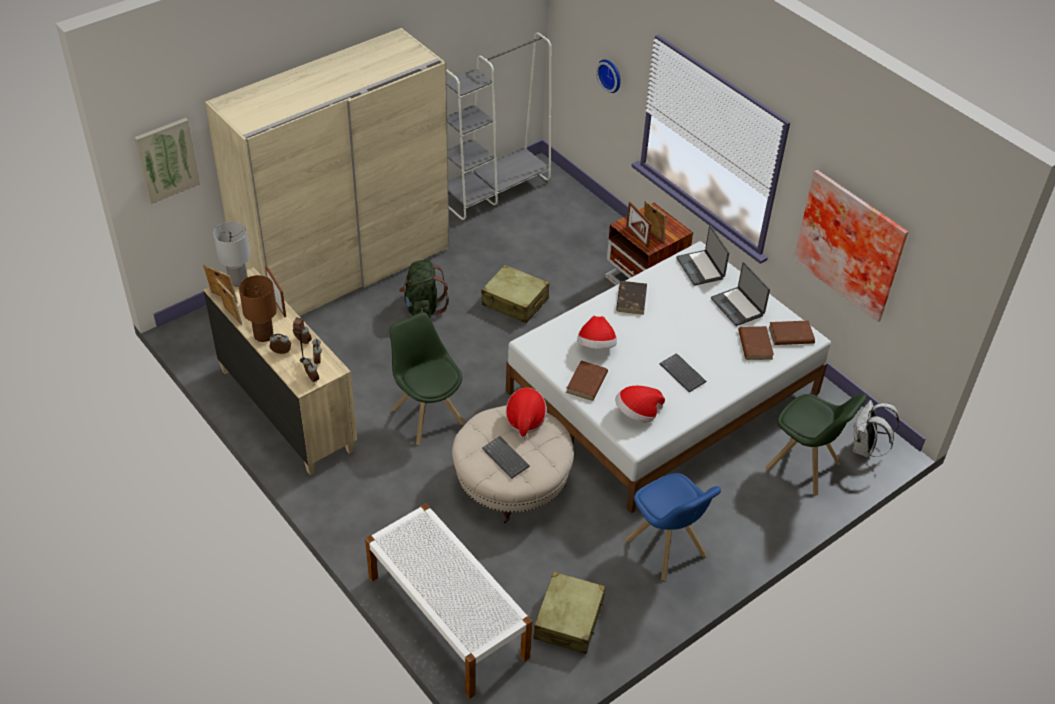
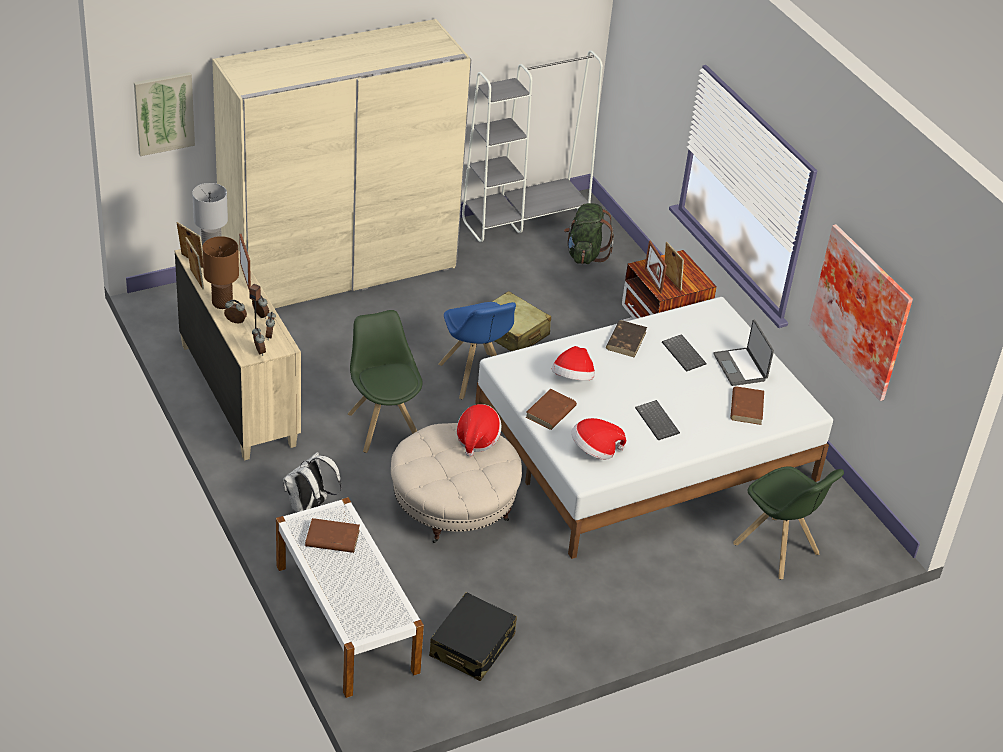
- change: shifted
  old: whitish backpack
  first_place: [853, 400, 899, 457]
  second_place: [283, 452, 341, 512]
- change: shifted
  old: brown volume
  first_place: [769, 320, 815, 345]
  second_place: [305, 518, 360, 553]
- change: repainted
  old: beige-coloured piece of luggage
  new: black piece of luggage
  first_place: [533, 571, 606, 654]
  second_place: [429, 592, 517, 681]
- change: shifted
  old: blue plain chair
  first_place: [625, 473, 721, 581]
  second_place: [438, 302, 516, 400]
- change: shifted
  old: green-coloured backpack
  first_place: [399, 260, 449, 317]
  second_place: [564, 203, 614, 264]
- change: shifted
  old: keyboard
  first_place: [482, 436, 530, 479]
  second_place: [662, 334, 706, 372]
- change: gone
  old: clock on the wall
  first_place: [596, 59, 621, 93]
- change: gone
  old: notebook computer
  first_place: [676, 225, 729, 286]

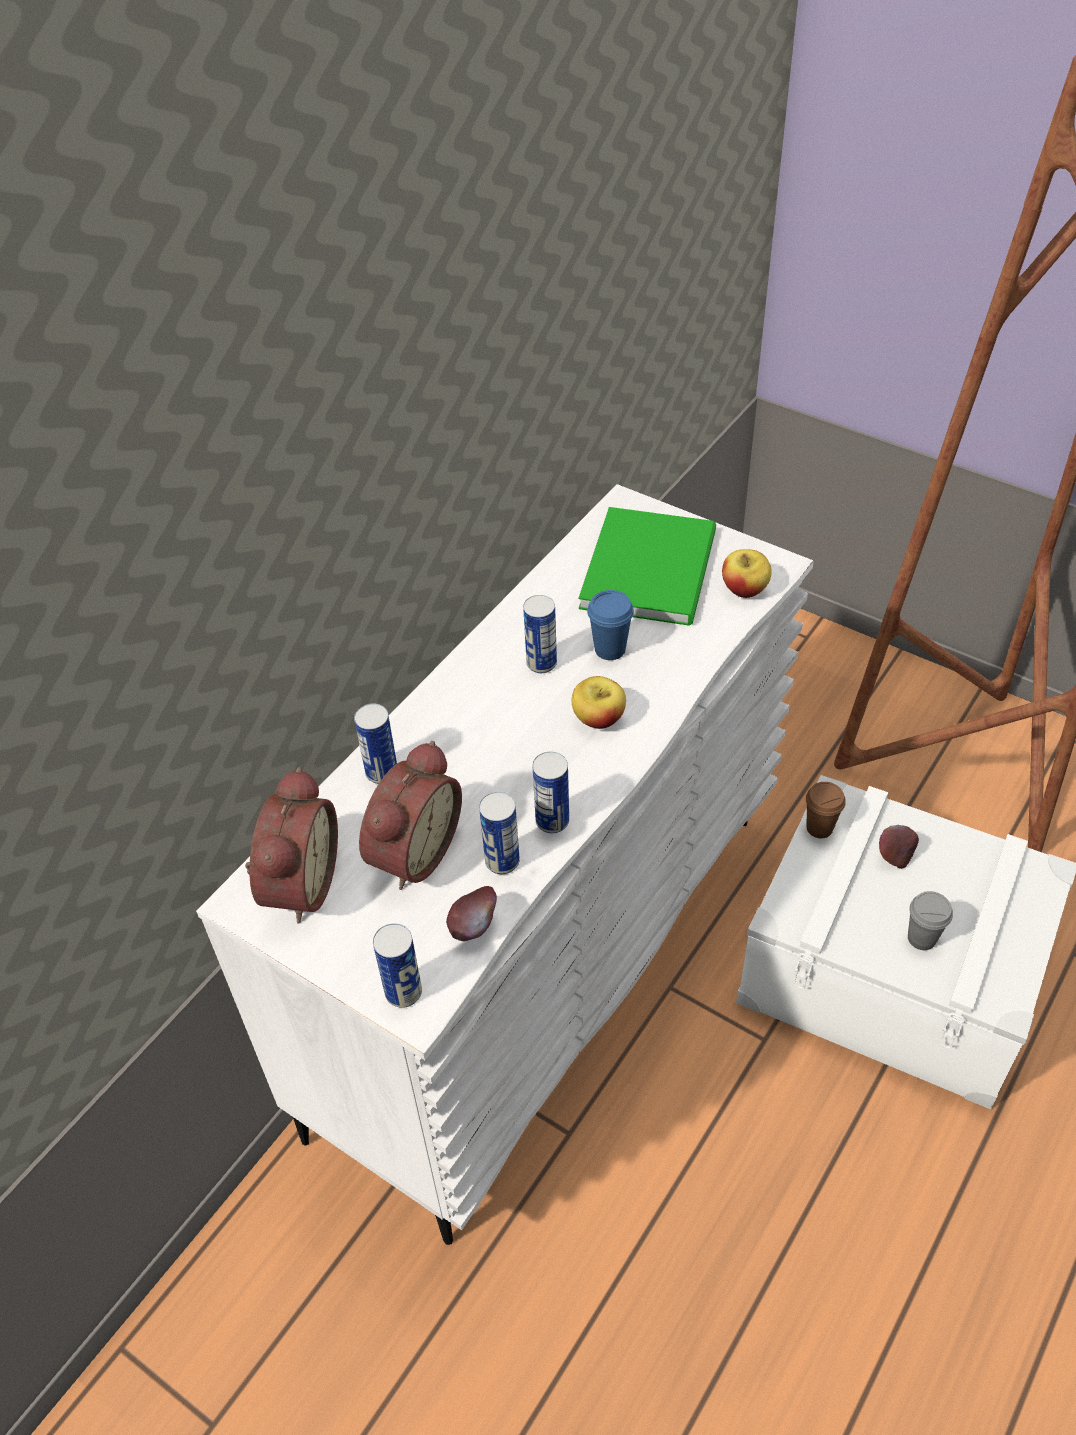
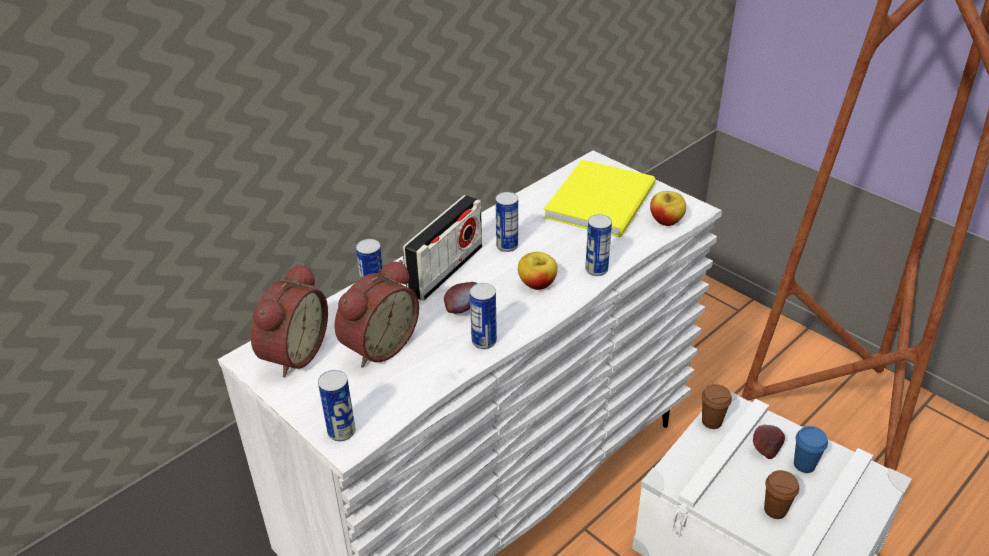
- change: new
  new: radio
  second_place: [403, 195, 482, 301]
- change: shifted
  old: apple
  first_place: [446, 886, 497, 941]
  second_place: [444, 282, 478, 314]
- change: repainted
  old: green-coloured volume
  new: yellow volume
  first_place: [579, 507, 716, 626]
  second_place: [544, 160, 655, 237]
- change: shifted
  old: metal can
  first_place: [479, 792, 520, 874]
  second_place: [585, 214, 612, 276]
- change: repainted
  old: grey cup
  new: brown cup
  first_place: [908, 891, 953, 950]
  second_place: [764, 470, 799, 519]
- change: shifted
  old: blue cup
  first_place: [587, 590, 634, 660]
  second_place: [794, 426, 828, 473]

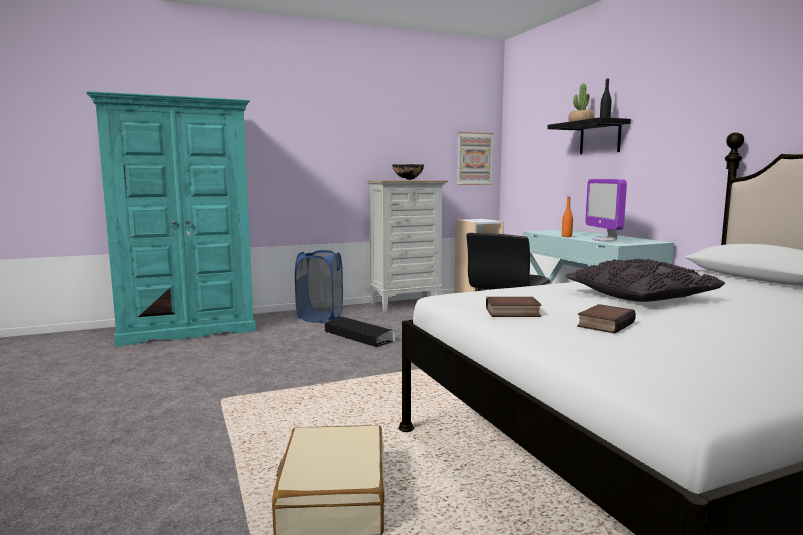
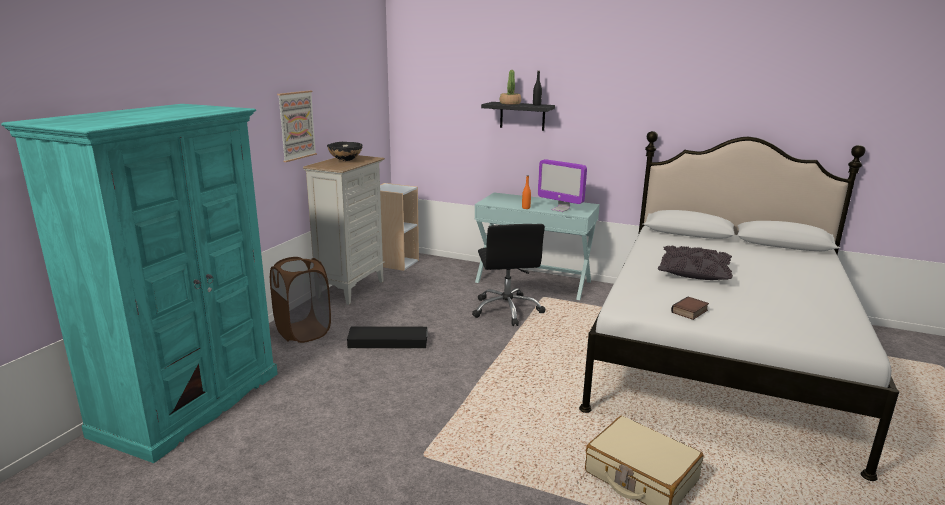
- change: repainted
  old: blue laundry basket
  new: brown laundry basket
  first_place: [295, 250, 343, 322]
  second_place: [270, 257, 331, 343]
- change: shifted
  old: wall art
  first_place: [457, 132, 493, 185]
  second_place: [277, 91, 317, 162]
- change: gone
  old: volume
  first_place: [577, 304, 636, 334]

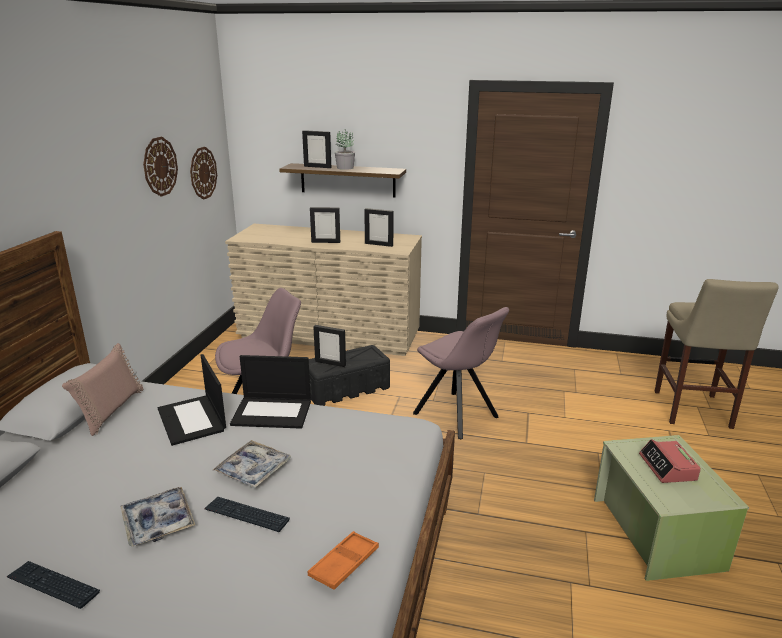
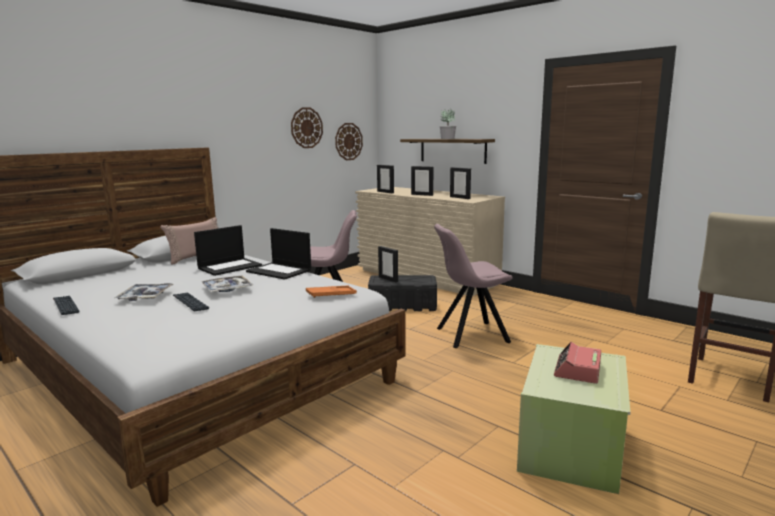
- change: rotated
  old: notebook computer
  first_place: [158, 354, 226, 446]
  second_place: [194, 225, 262, 276]
  degrees: -135
- change: shifted
  old: orange-coloured serving tray
  first_place: [308, 531, 379, 590]
  second_place: [306, 285, 357, 298]
- change: shifted
  old: standing frame
  first_place: [302, 130, 331, 168]
  second_place: [377, 165, 394, 193]
- change: rotated
  old: pink-coloured plain chair
  first_place: [413, 307, 509, 439]
  second_place: [434, 224, 513, 348]
  degrees: 90

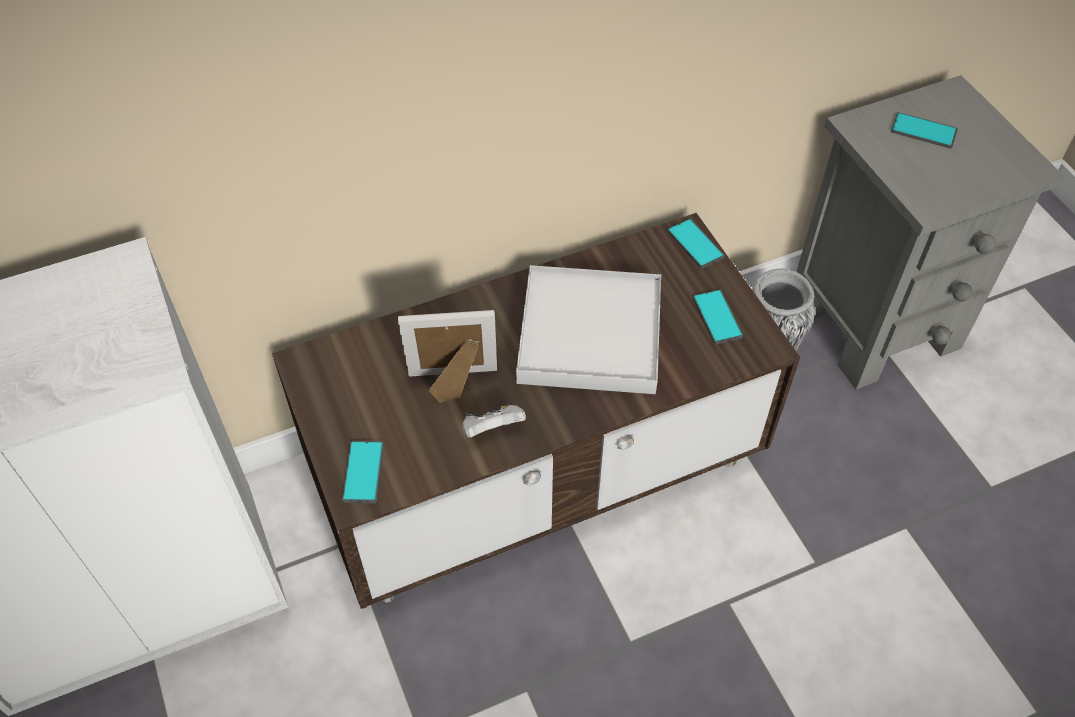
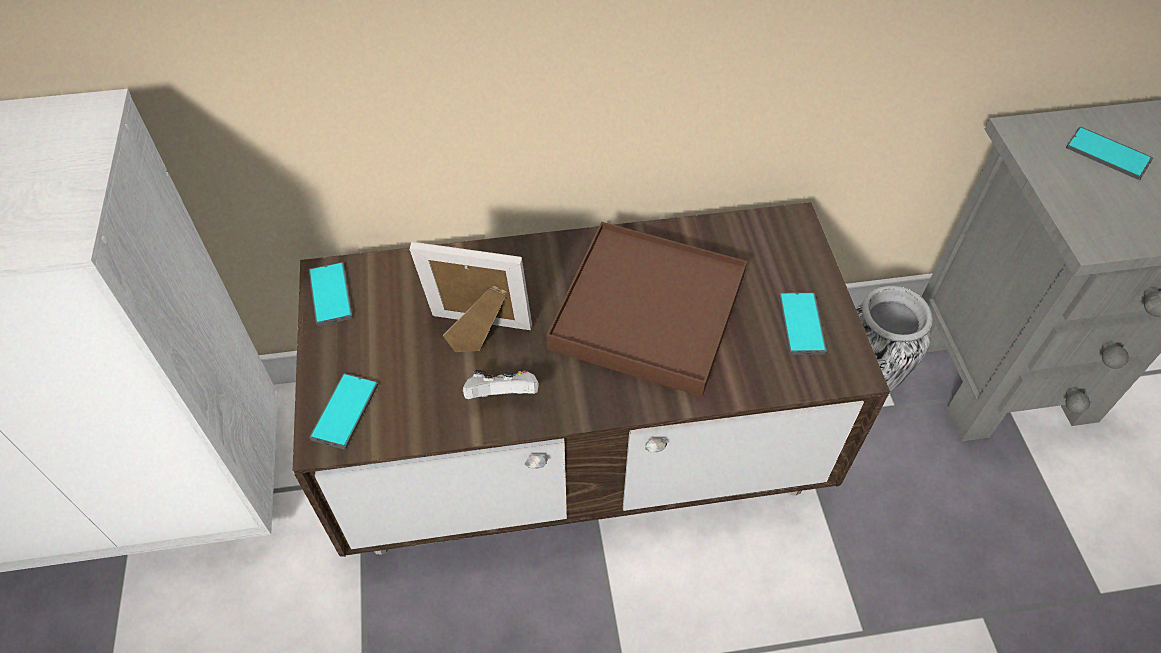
- change: shifted
  old: handset
  first_place: [667, 219, 725, 269]
  second_place: [309, 262, 353, 326]
- change: repainted
  old: whitish serving tray
  new: brown serving tray
  first_place: [516, 265, 661, 394]
  second_place: [547, 222, 747, 397]

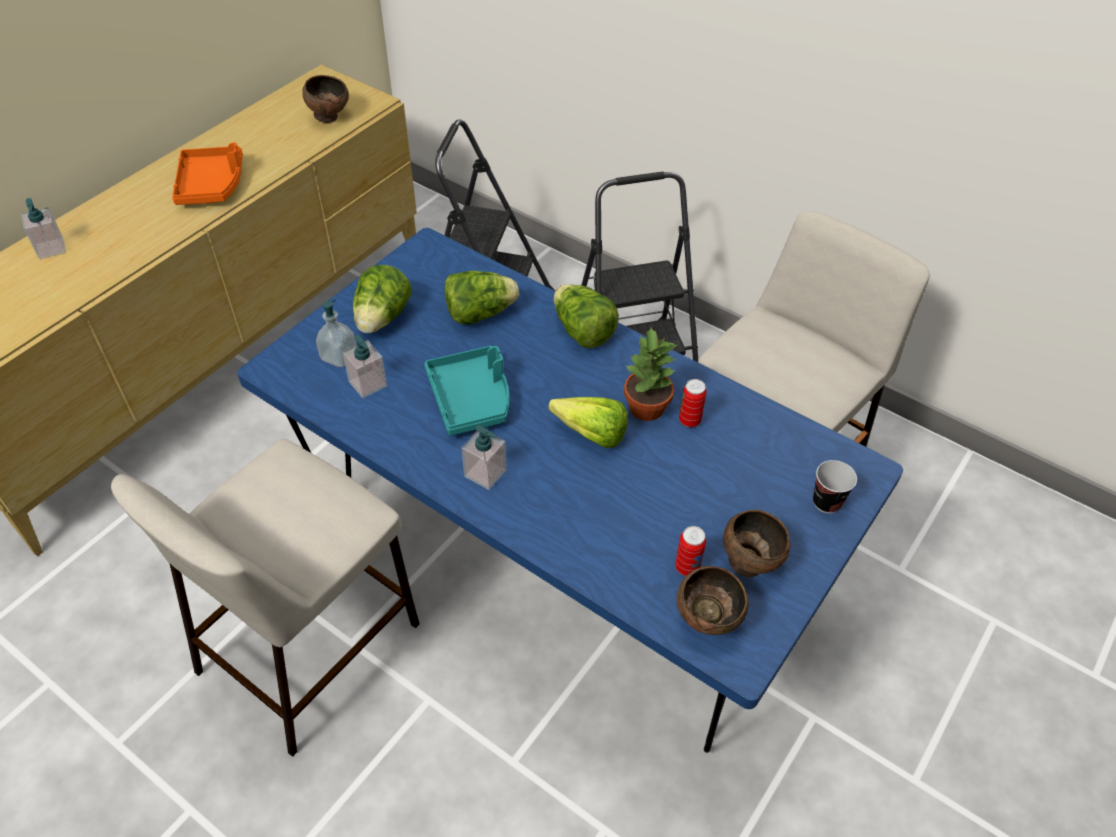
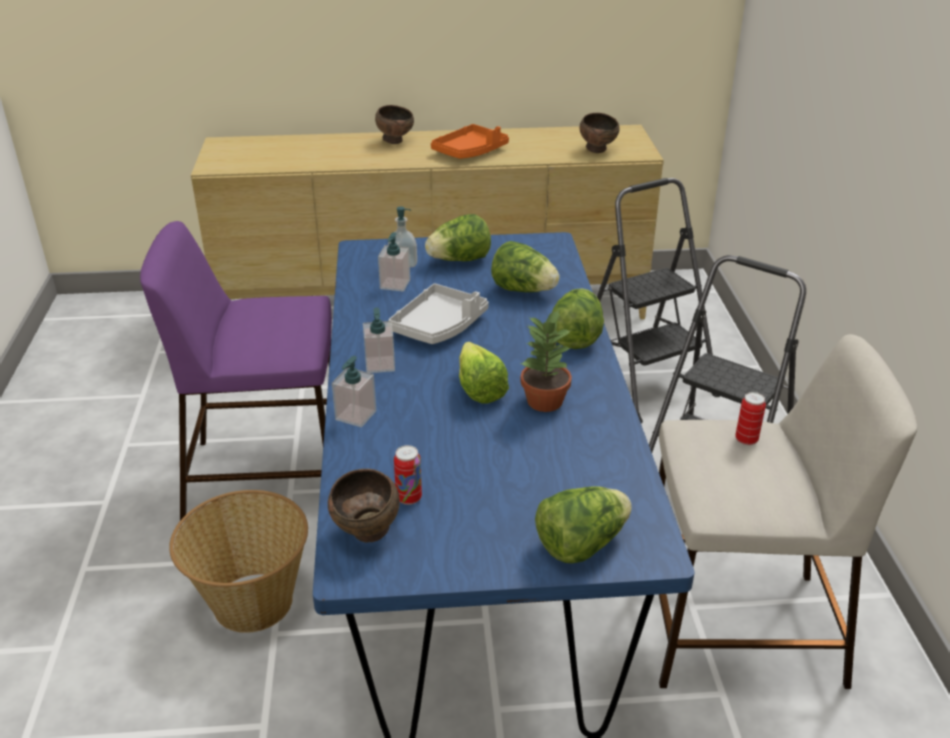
- change: repainted
  old: beige-coloured sitting stool
  new: purple sitting stool
  first_place: [111, 439, 420, 757]
  second_place: [140, 221, 332, 520]
- change: new
  new: basket
  second_place: [169, 490, 308, 633]
- change: shifted
  old: liquid soap bottle
  first_place: [21, 198, 66, 259]
  second_place: [332, 356, 376, 427]
- change: shifted
  old: brown bowl
  first_place: [723, 510, 790, 577]
  second_place: [375, 105, 414, 144]
- change: repainted
  old: turquoise-coloured serving tray
  new: grey serving tray
  first_place: [424, 346, 509, 436]
  second_place: [389, 284, 489, 344]
- change: swapped
  old: cup
  new: lettuce
  first_place: [813, 460, 857, 513]
  second_place: [535, 486, 632, 563]
- change: shifted
  old: metal can
  first_place: [679, 379, 707, 427]
  second_place: [735, 392, 766, 445]

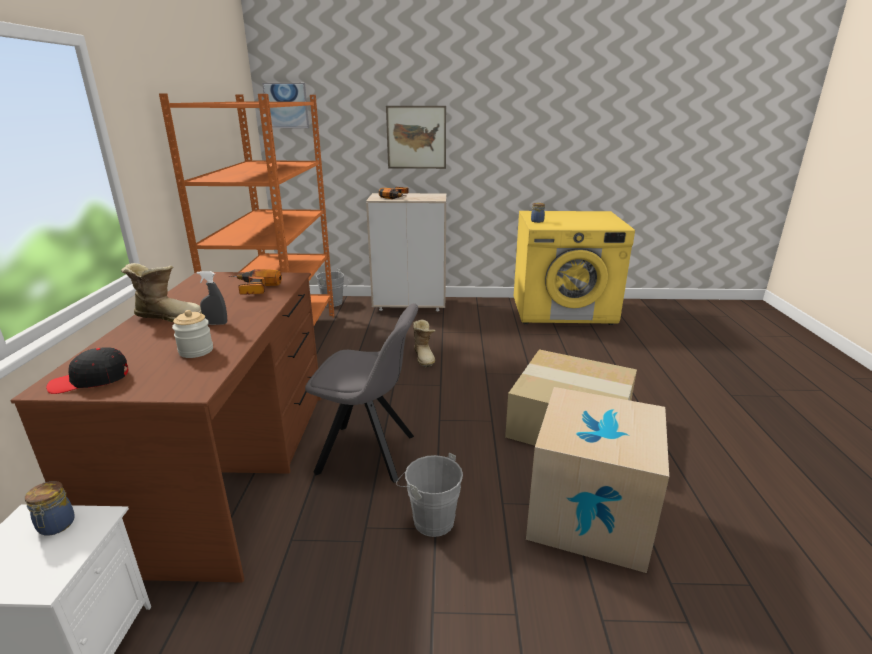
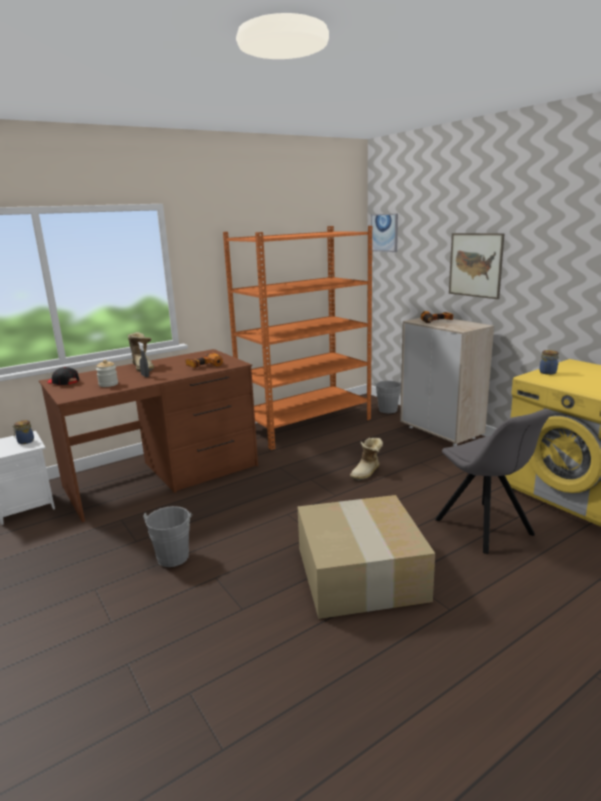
- change: shifted
  old: grey plain chair
  first_place: [305, 303, 418, 483]
  second_place: [435, 409, 551, 554]
- change: gone
  old: cardboard box
  first_place: [526, 387, 669, 573]

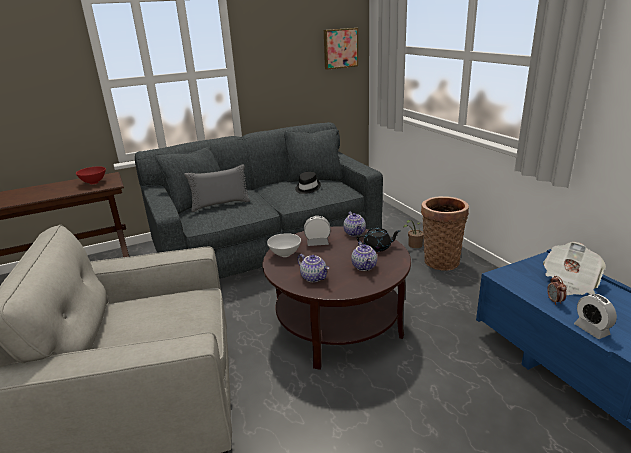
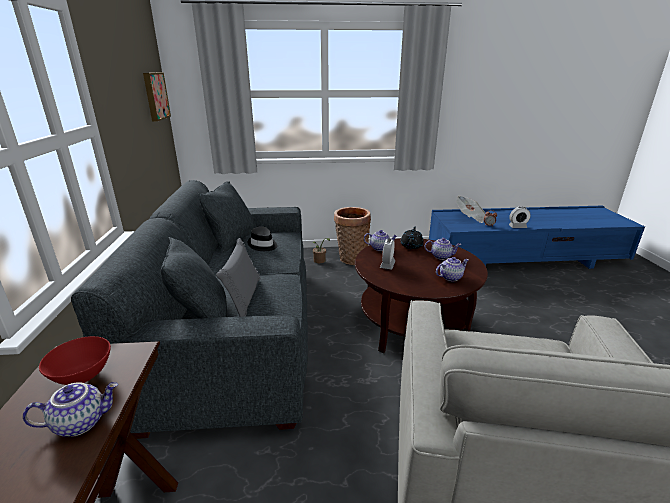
- change: new
  new: pot for tea
  second_place: [23, 382, 118, 437]
- change: gone
  old: whitish bowl
  first_place: [267, 233, 301, 257]

